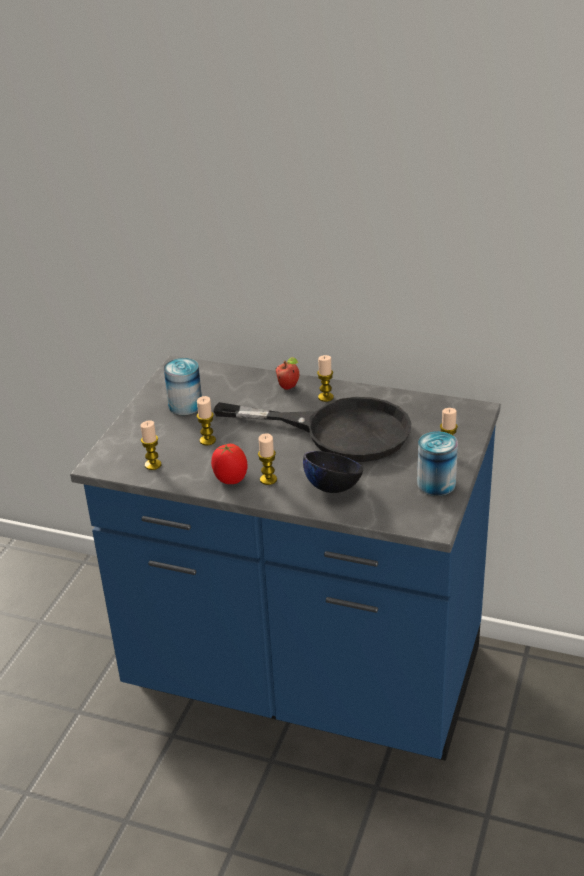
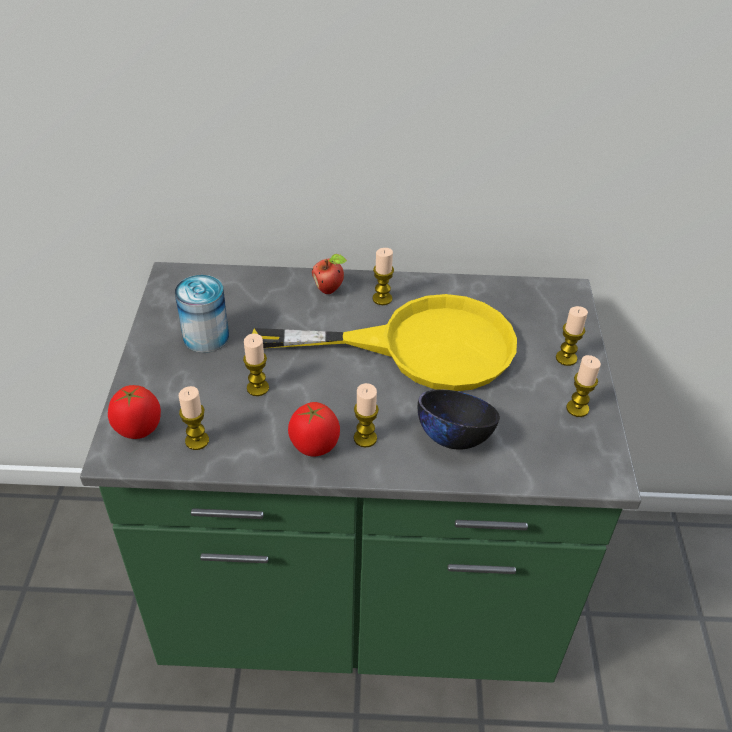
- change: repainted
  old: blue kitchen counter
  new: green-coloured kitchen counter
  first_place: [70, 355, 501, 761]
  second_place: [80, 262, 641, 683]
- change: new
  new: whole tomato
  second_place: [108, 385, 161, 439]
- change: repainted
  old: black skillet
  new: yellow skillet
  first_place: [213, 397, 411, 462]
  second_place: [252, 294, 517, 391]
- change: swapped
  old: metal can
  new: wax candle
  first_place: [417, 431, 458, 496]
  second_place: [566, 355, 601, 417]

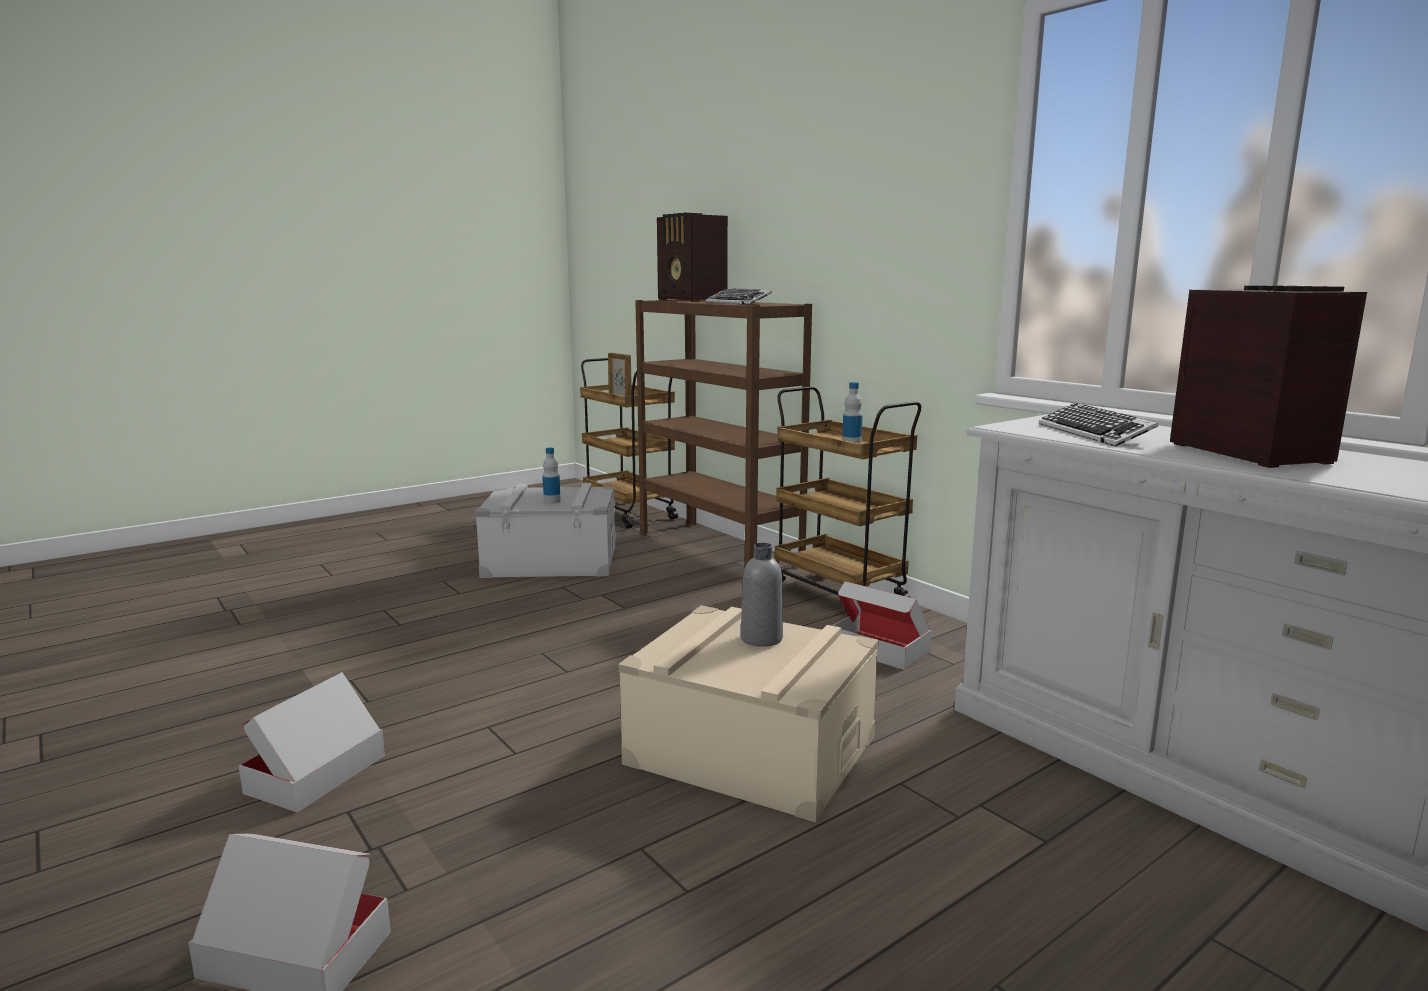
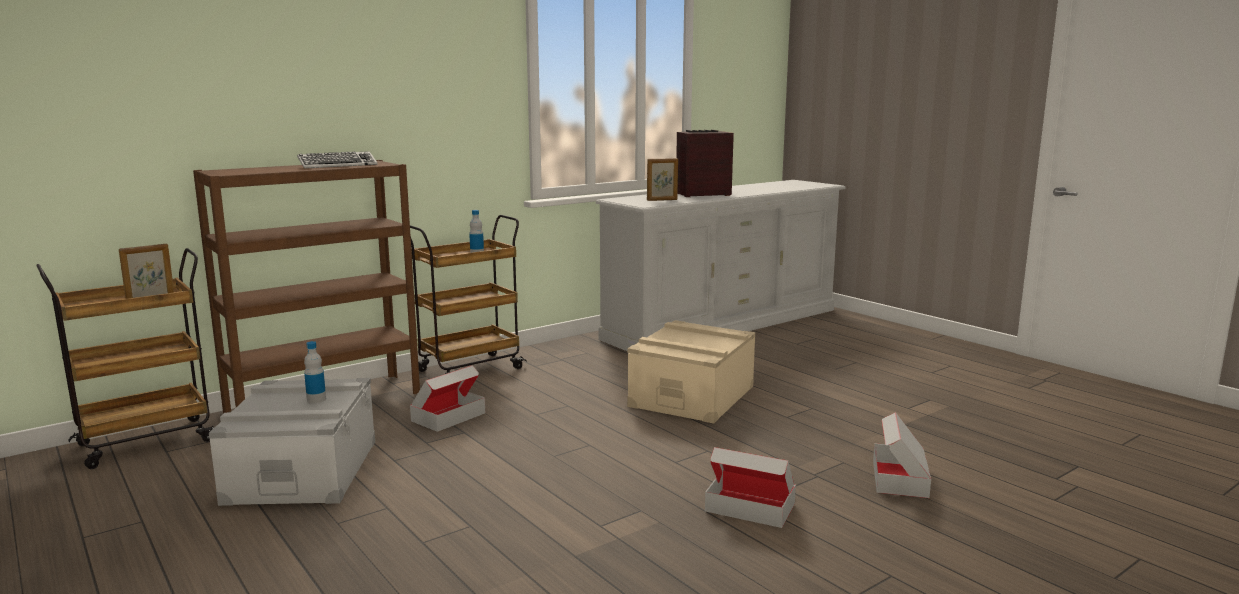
- change: shifted
  old: cardboard box
  first_place: [832, 581, 932, 670]
  second_place: [410, 365, 485, 432]
- change: swapped
  old: keyboard
  new: standing frame
  first_place: [1039, 403, 1158, 446]
  second_place: [647, 158, 678, 201]
- change: gone
  old: radio
  first_place: [657, 213, 728, 302]
- change: gone
  old: grey bottle
  first_place: [741, 543, 783, 647]

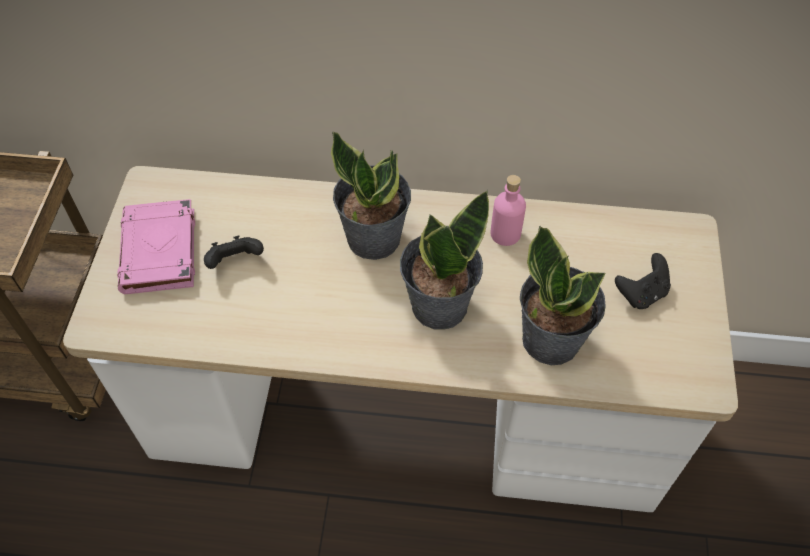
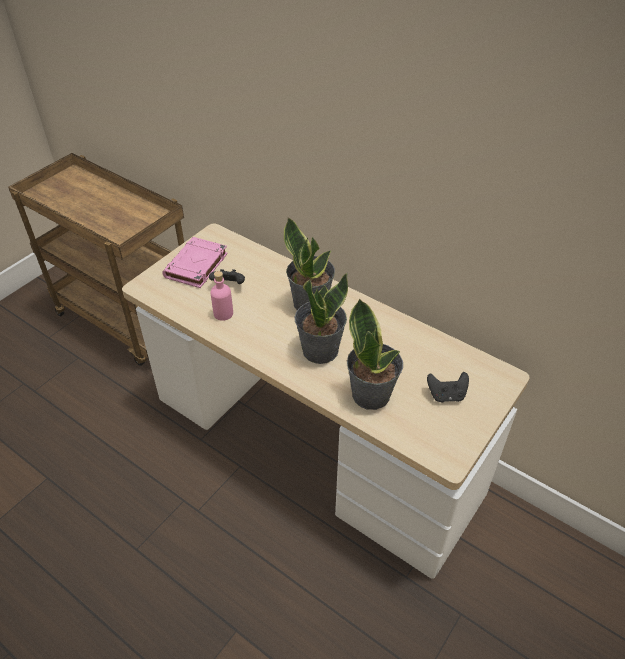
- change: shifted
  old: pink-coloured bottle
  first_place: [491, 175, 526, 246]
  second_place: [210, 271, 233, 321]

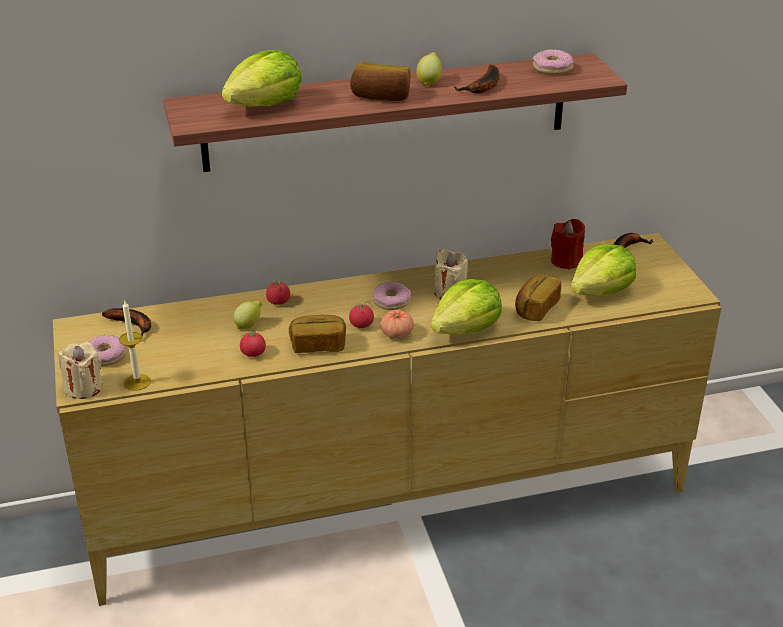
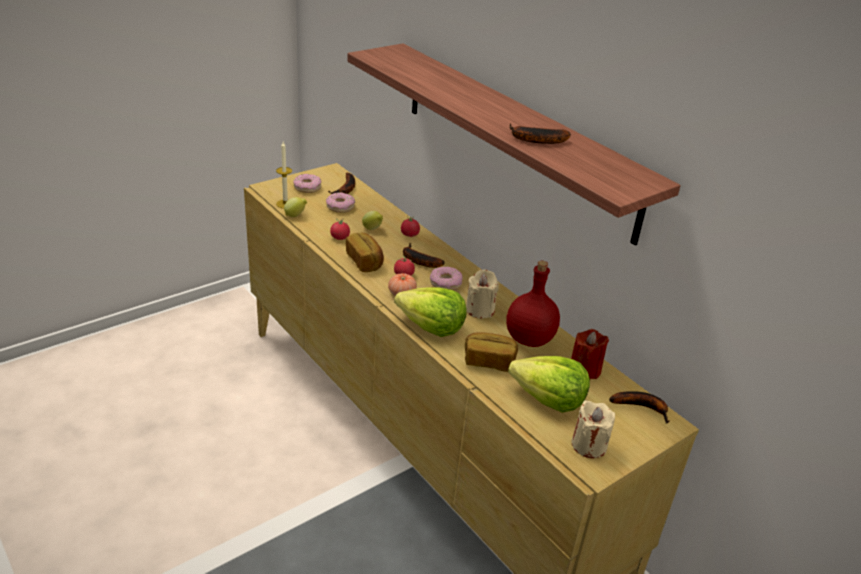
- change: shifted
  old: citrus fruit
  first_place: [416, 52, 442, 86]
  second_place: [284, 197, 307, 217]
- change: shifted
  old: donut
  first_place: [532, 49, 574, 75]
  second_place: [326, 192, 355, 213]
- change: new
  new: banana fruit
  second_place: [403, 243, 444, 268]
- change: new
  new: red bottle
  second_place: [506, 261, 560, 347]
- change: shifted
  old: beige-coloured wax candle
  first_place: [58, 342, 102, 399]
  second_place: [571, 400, 615, 458]
- change: gone
  old: lettuce
  first_place: [222, 50, 302, 107]
- change: gone
  old: bread
  first_place: [350, 62, 410, 101]

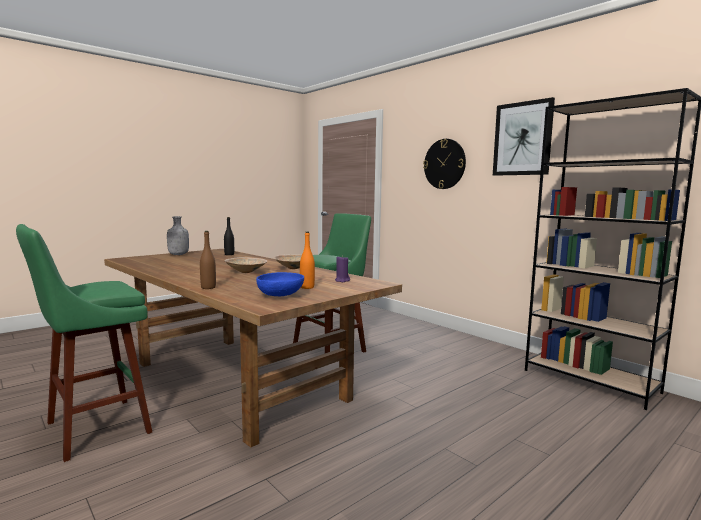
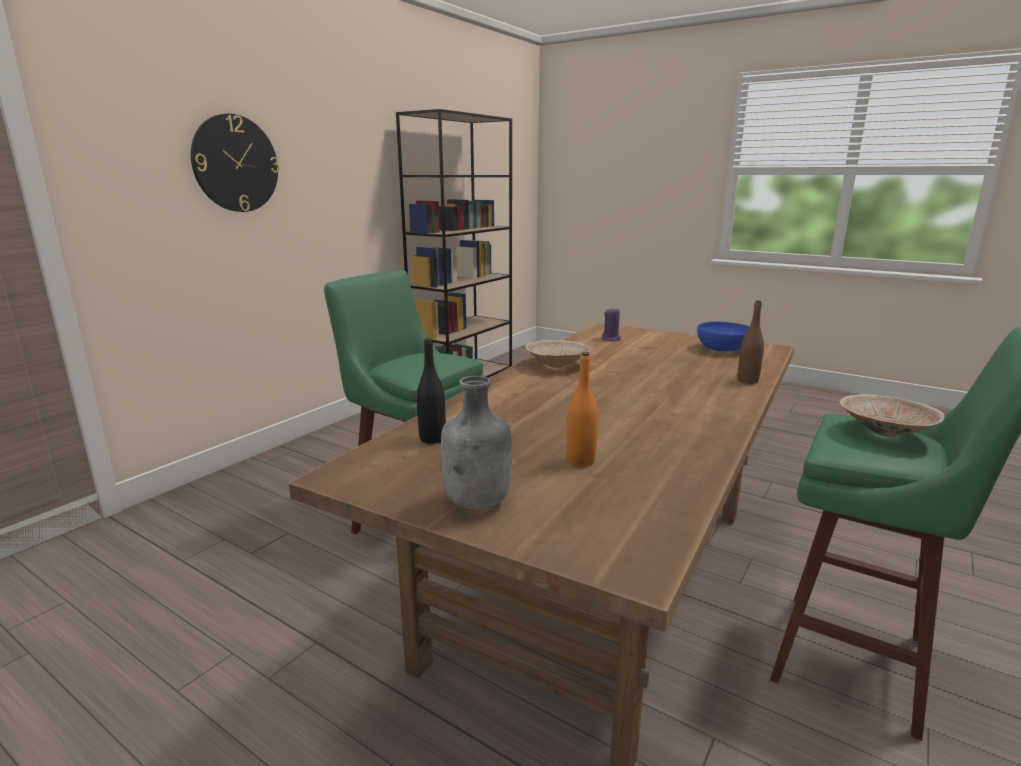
- change: shifted
  old: orange-coloured bottle
  first_place: [300, 232, 315, 289]
  second_place: [567, 352, 598, 467]
- change: shifted
  old: beige-coloured bowl
  first_place: [224, 257, 268, 273]
  second_place: [839, 394, 945, 437]
- change: gone
  old: wall art
  first_place: [493, 97, 555, 176]

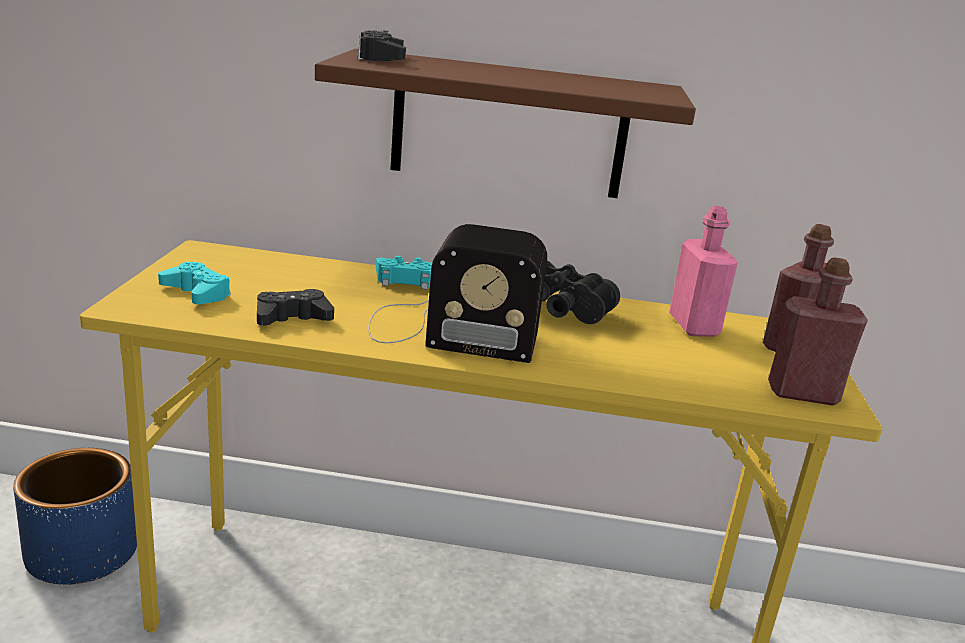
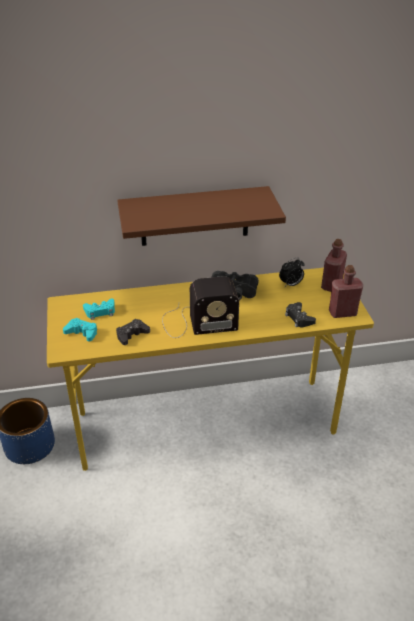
- change: shifted
  old: turquoise-coloured joypad
  first_place: [376, 256, 432, 289]
  second_place: [83, 299, 115, 320]
- change: swapped
  old: pink-coloured bottle
  new: table clock
  first_place: [669, 206, 738, 337]
  second_place: [279, 258, 304, 287]
- change: shifted
  old: black joypad
  first_place: [357, 30, 406, 61]
  second_place: [285, 302, 316, 327]

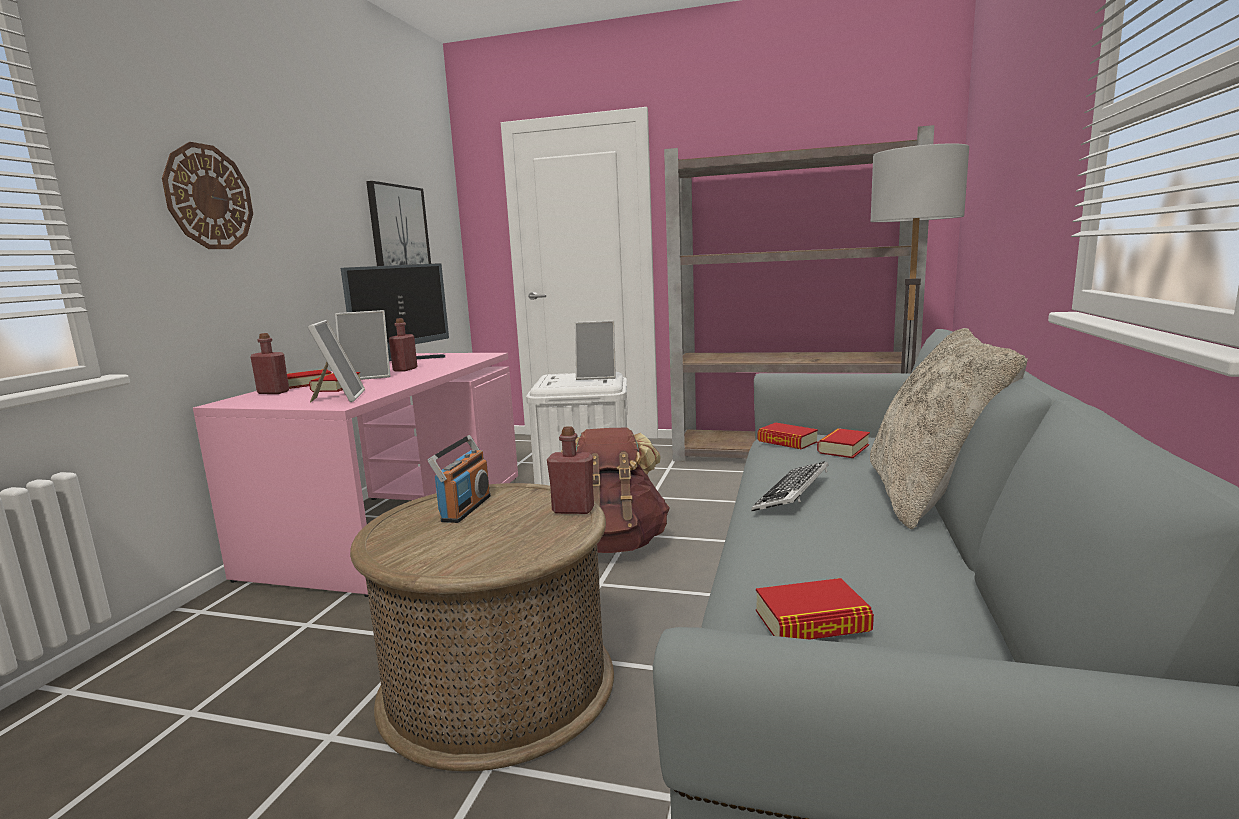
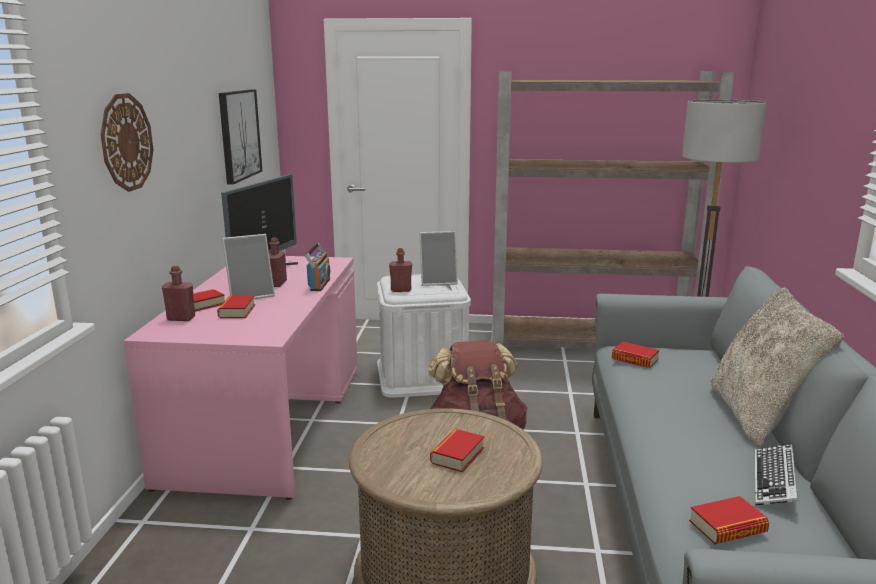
- change: shifted
  old: radio
  first_place: [428, 435, 491, 523]
  second_place: [305, 243, 330, 291]
- change: shifted
  old: red bottle
  first_place: [547, 426, 594, 514]
  second_place: [389, 248, 412, 292]
- change: shifted
  old: volume
  first_place: [817, 428, 870, 458]
  second_place: [430, 429, 484, 472]
- change: shifted
  old: keyboard
  first_place: [751, 461, 828, 511]
  second_place: [755, 444, 799, 506]
- change: gone
  old: standing frame
  first_place: [308, 320, 365, 402]

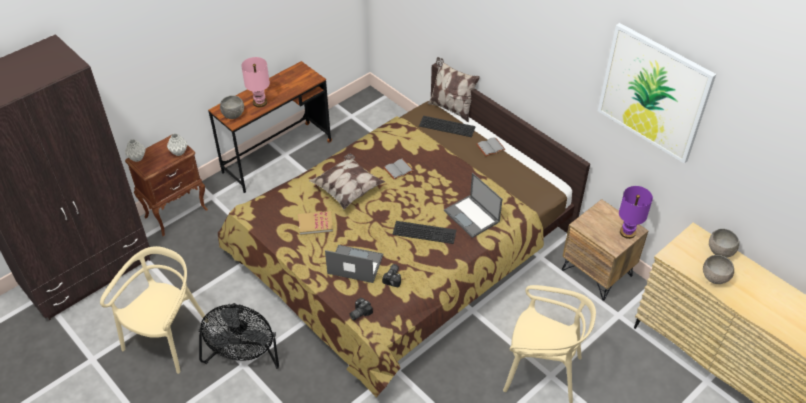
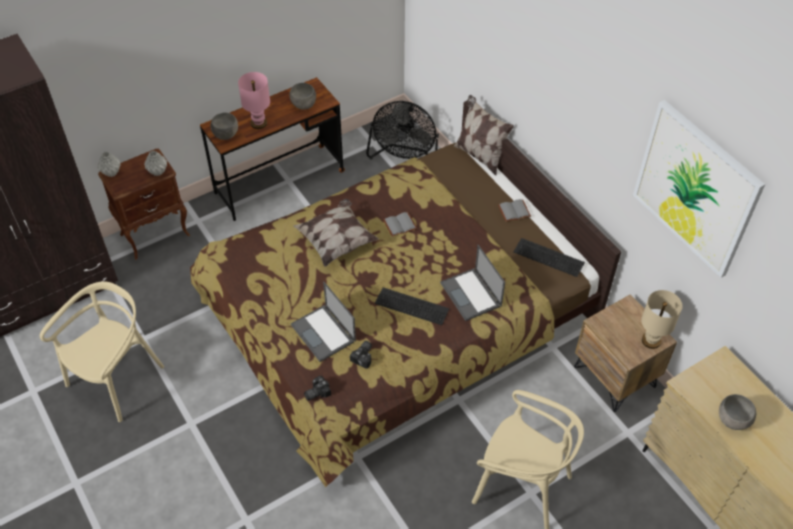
- change: shifted
  old: grey bowl
  first_place: [709, 229, 739, 258]
  second_place: [289, 83, 316, 110]
- change: rotated
  old: notebook computer
  first_place: [325, 245, 383, 283]
  second_place: [291, 282, 356, 362]
  degrees: -150
- change: shifted
  old: black fan
  first_place: [198, 303, 279, 369]
  second_place: [366, 101, 439, 160]
- change: shifted
  old: keyboard
  first_place: [419, 116, 476, 137]
  second_place: [514, 238, 585, 277]
- change: repainted
  old: purple tabletop lamp
  new: beige-coloured tabletop lamp
  first_place: [619, 186, 653, 239]
  second_place: [641, 290, 682, 349]
- change: gone
  old: volume
  first_place: [299, 211, 333, 235]

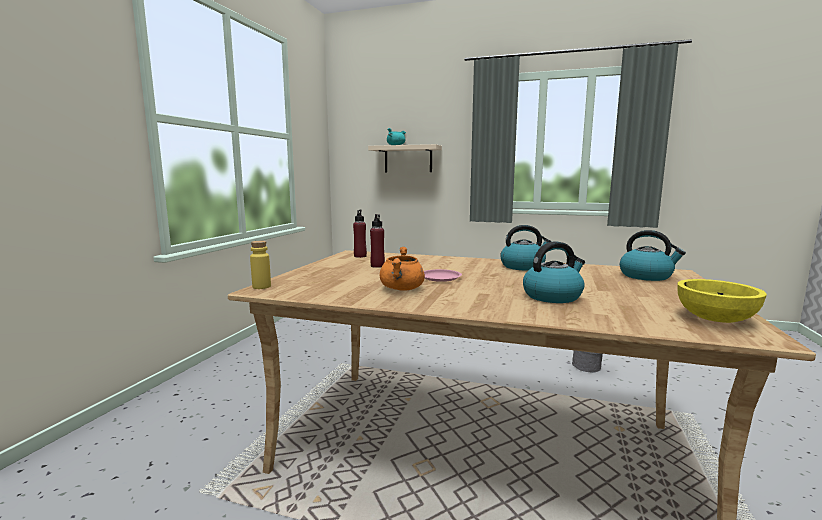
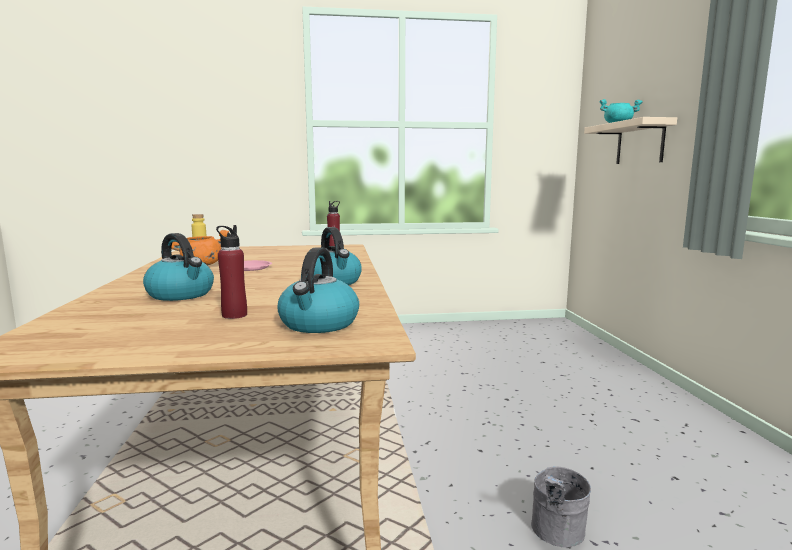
- change: shifted
  old: red bottle
  first_place: [370, 214, 385, 268]
  second_place: [216, 225, 247, 319]
- change: gone
  old: yellow bowl
  first_place: [677, 279, 767, 323]

